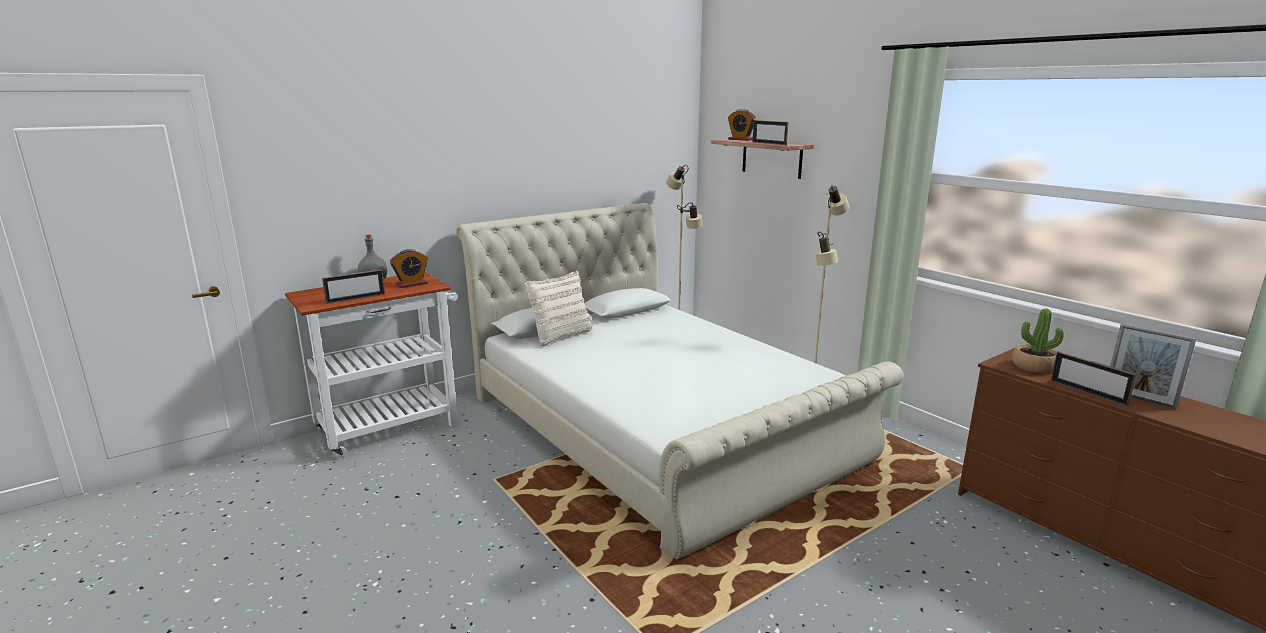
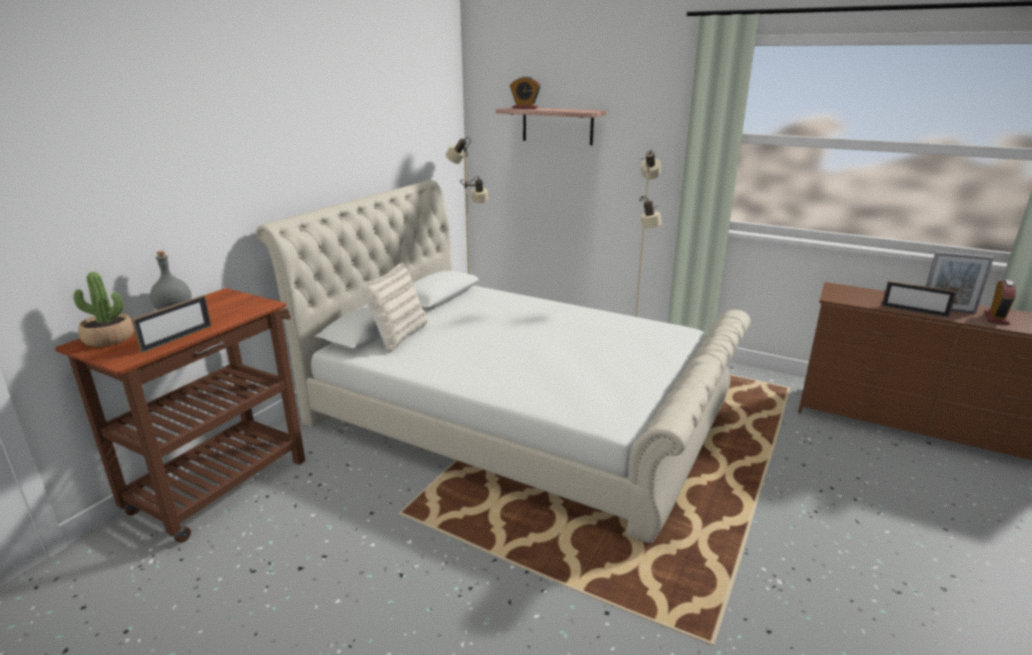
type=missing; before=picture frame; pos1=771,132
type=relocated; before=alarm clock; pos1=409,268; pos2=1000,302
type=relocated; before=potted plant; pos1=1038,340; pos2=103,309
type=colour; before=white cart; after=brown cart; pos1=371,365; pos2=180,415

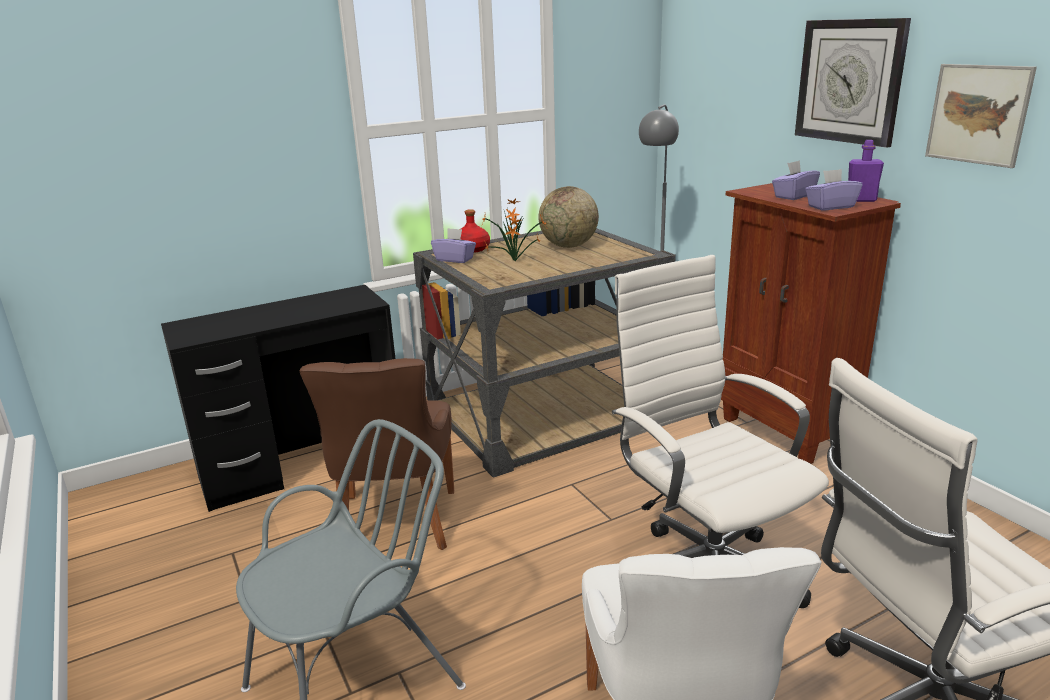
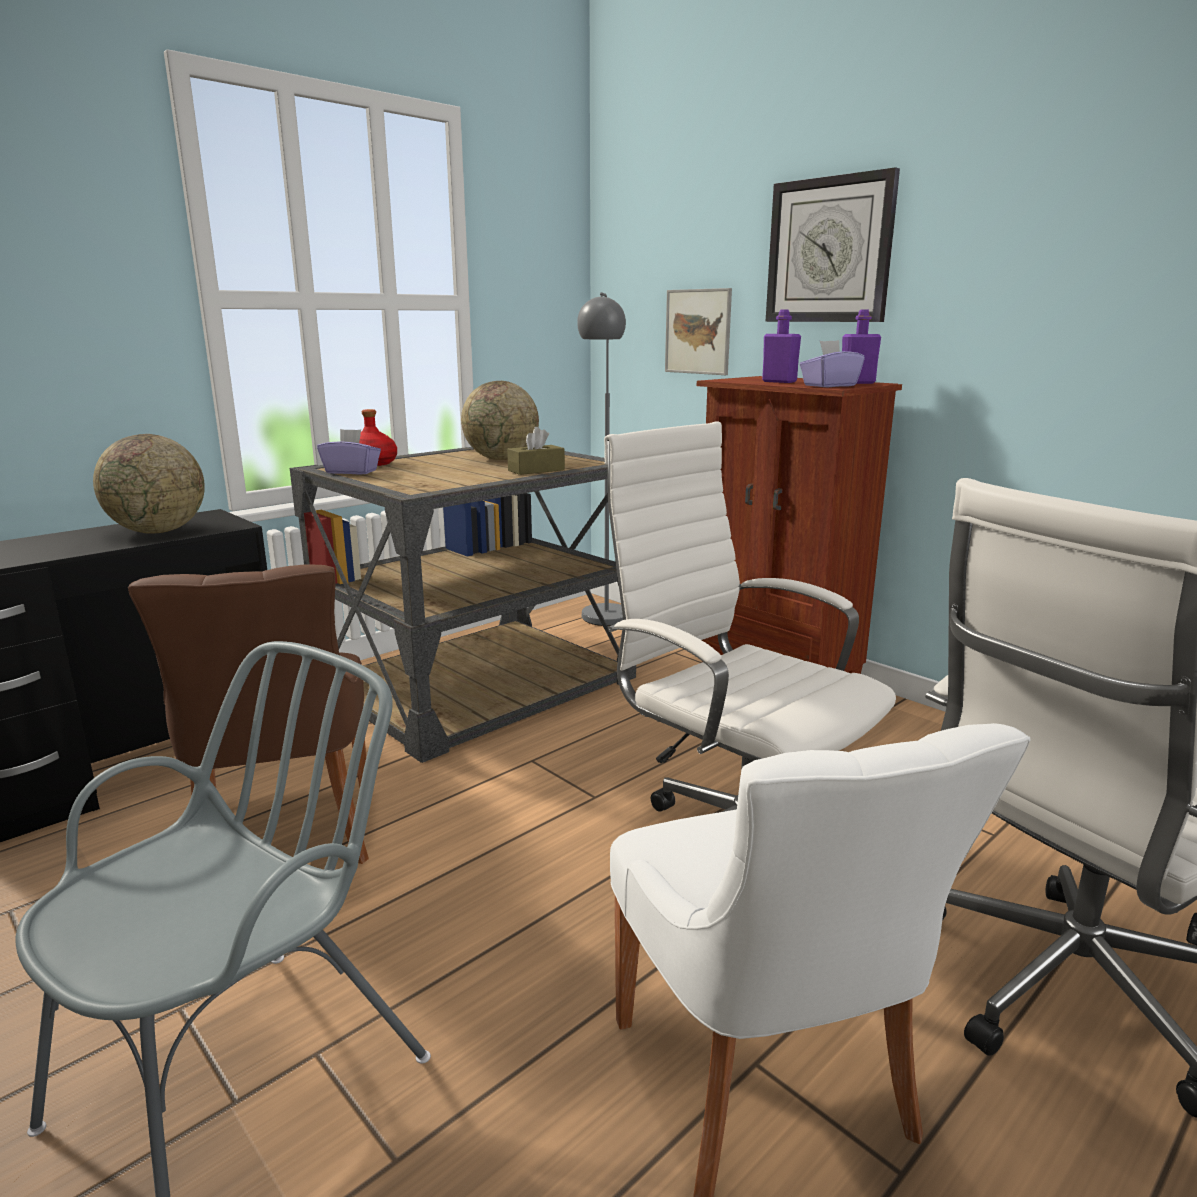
type=missing; before=potted plant; pos1=514,230
type=appeared; after=globe; pos2=149,484
type=appeared; after=brown tissue box; pos2=536,451
type=relocated; before=picture; pos1=981,116; pos2=698,331
type=exchanged; before=purple tissue box; after=purple bottle; pos1=796,180; pos2=781,346

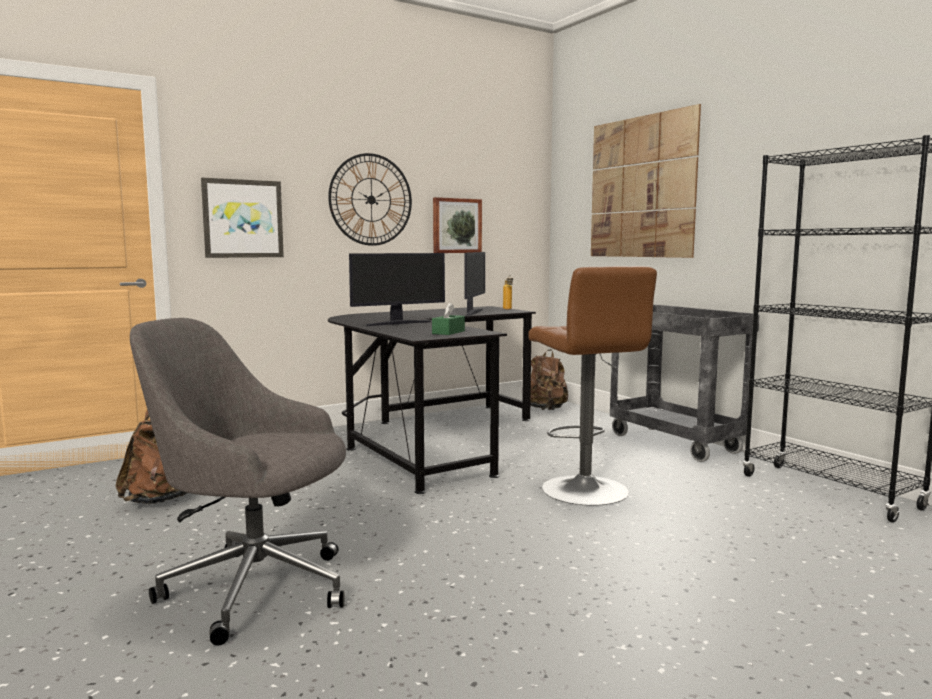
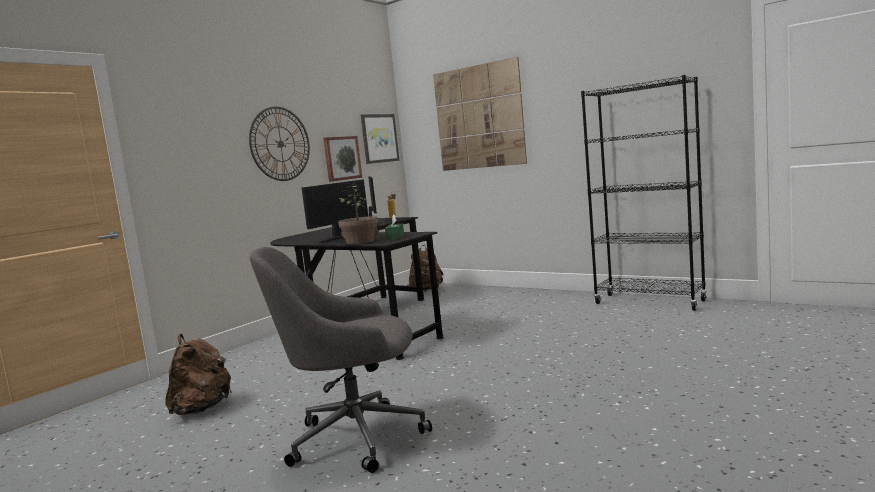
type=missing; before=brown stool; pos1=592,386
type=missing; before=grey cart; pos1=684,383
type=appeared; after=potted plant; pos2=358,214
type=relocated; before=picture; pos1=242,218; pos2=380,139

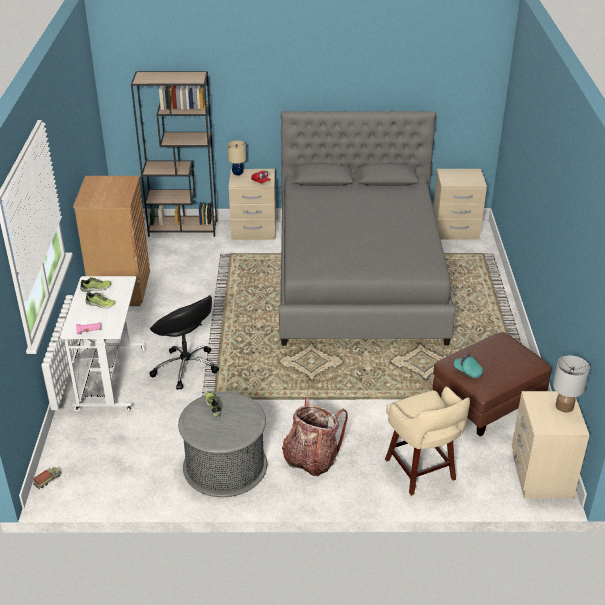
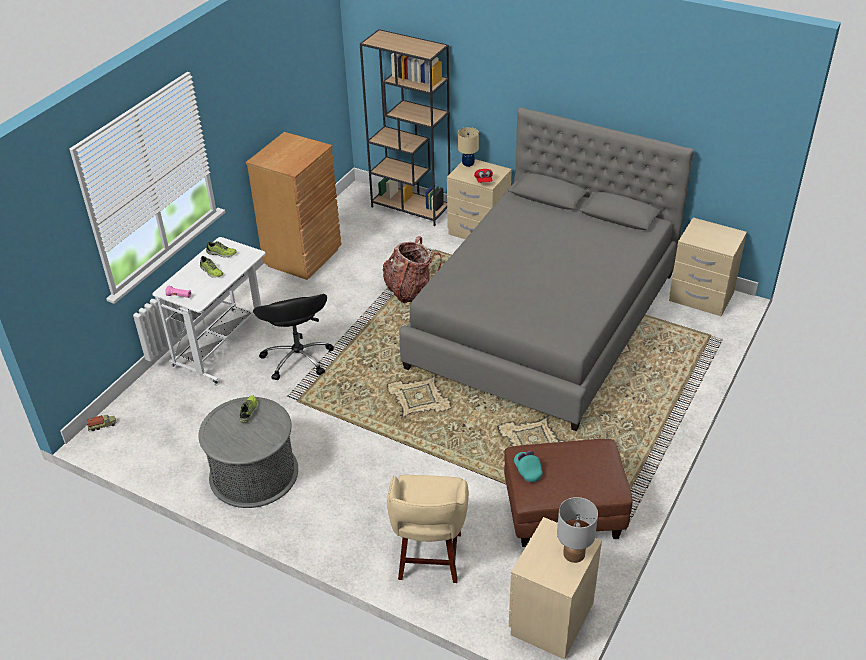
type=relocated; before=backpack; pos1=315,436; pos2=412,269

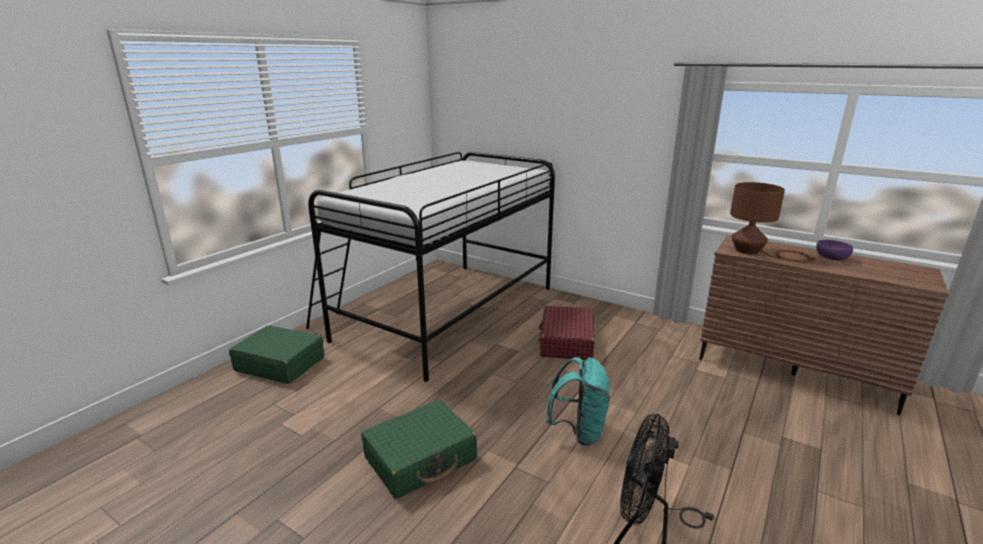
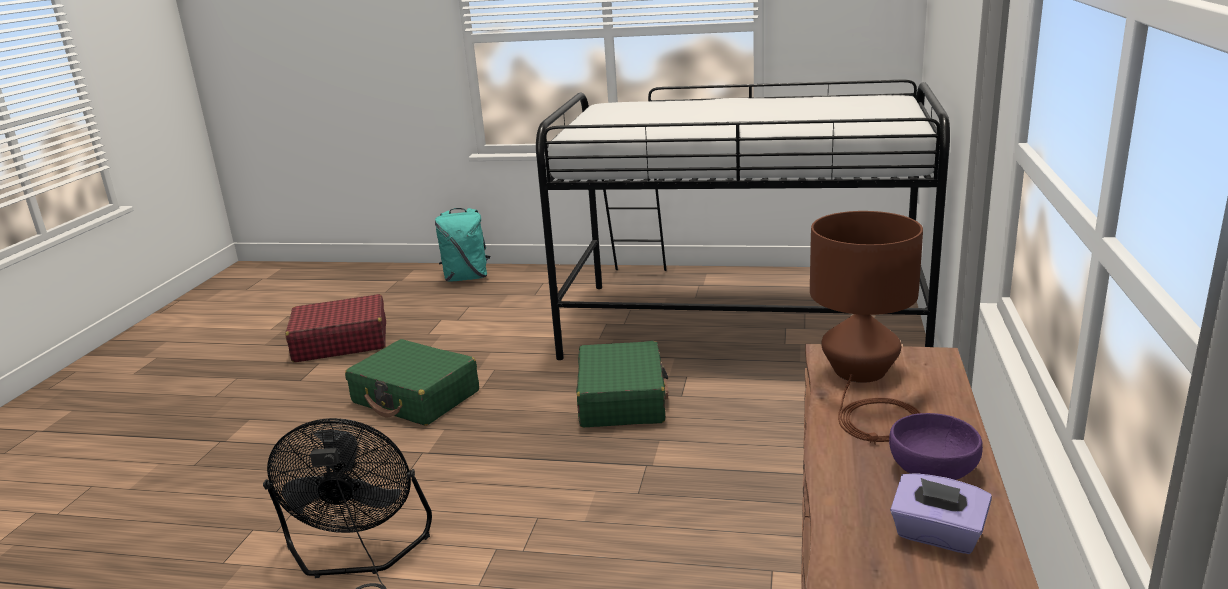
type=appeared; after=purple tissue box; pos2=941,513
type=relocated; before=green suitcase; pos1=276,354; pos2=622,384
type=relocated; before=red suitcase; pos1=566,333; pos2=335,328
type=relocated; before=turquoise backpack; pos1=578,401; pos2=462,245

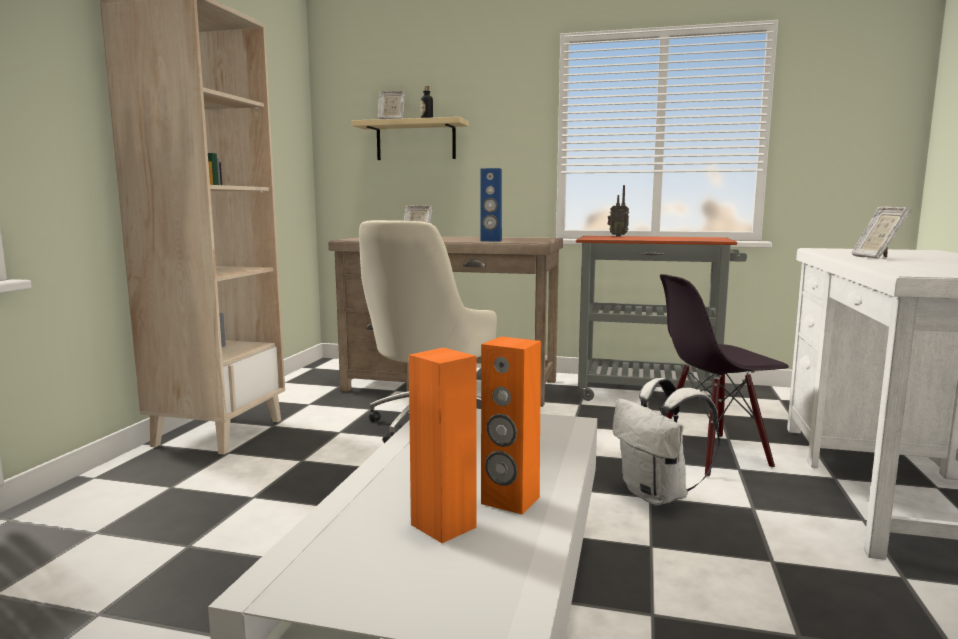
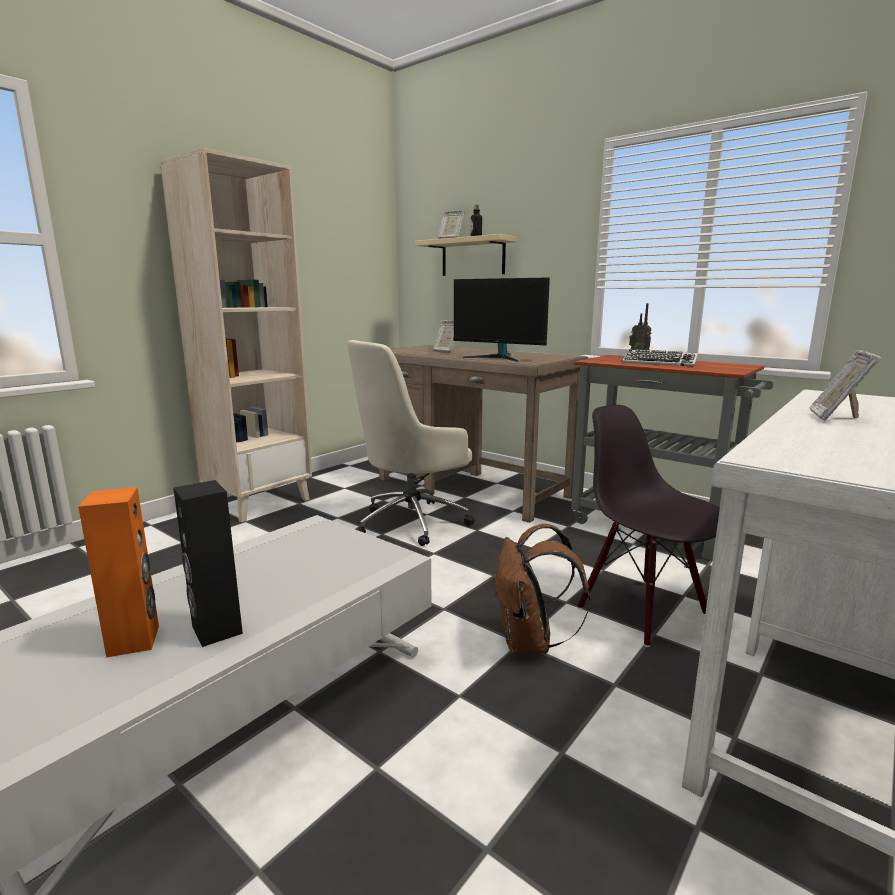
type=appeared; after=keyboard; pos2=660,357
type=exchanged; before=blue speaker; after=monitor; pos1=491,204; pos2=501,319
type=colour; before=orange speaker; after=black speaker; pos1=511,425; pos2=208,563
type=colour; before=white backpack; after=brown backpack; pos1=666,442; pos2=542,589
type=spun; before=black chair; pos1=724,376; pos2=648,526; turn=45

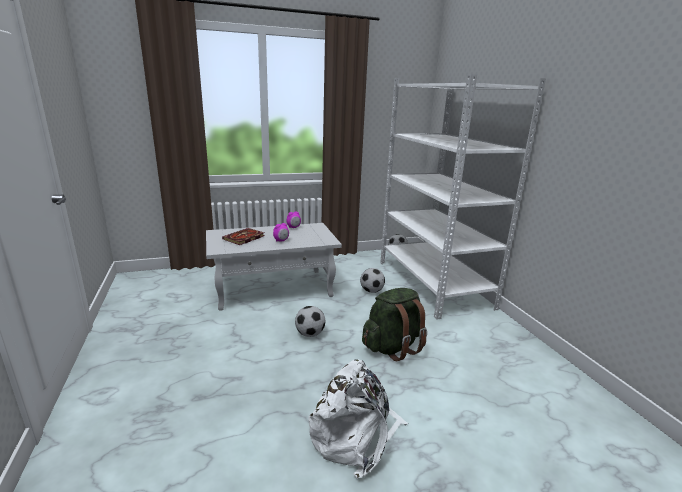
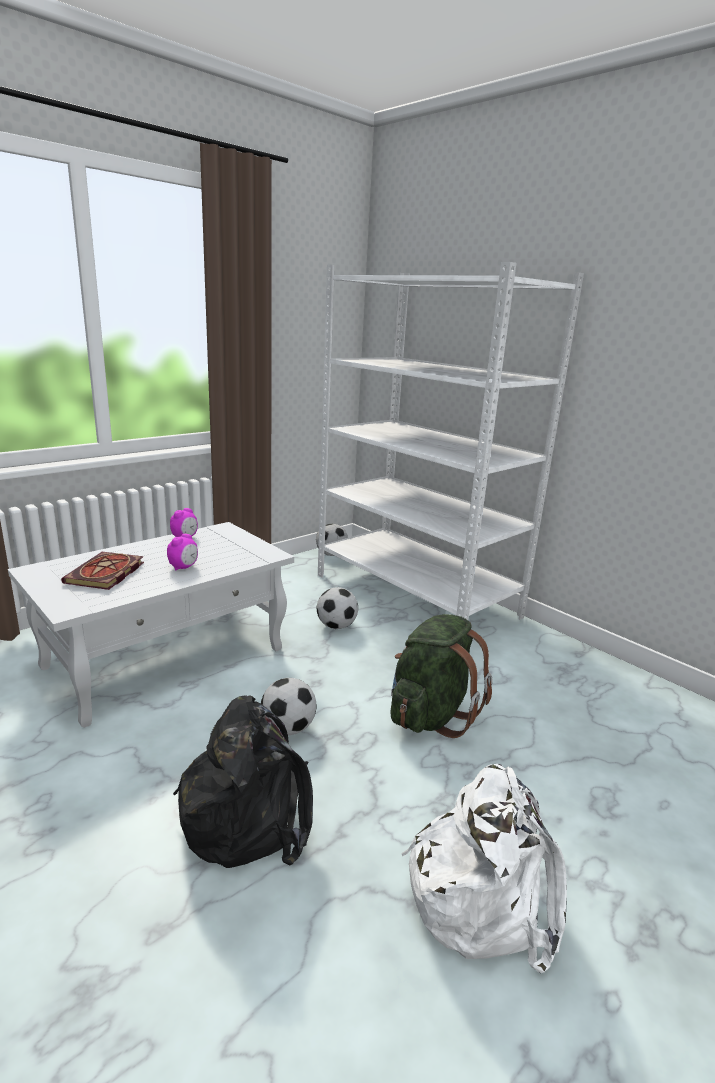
type=appeared; after=black backpack; pos2=243,781

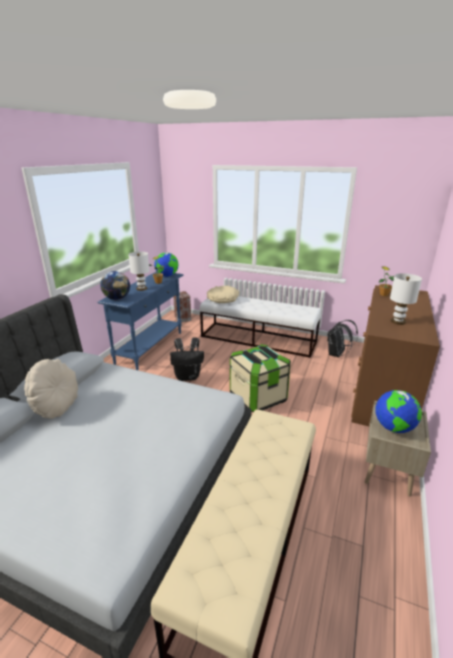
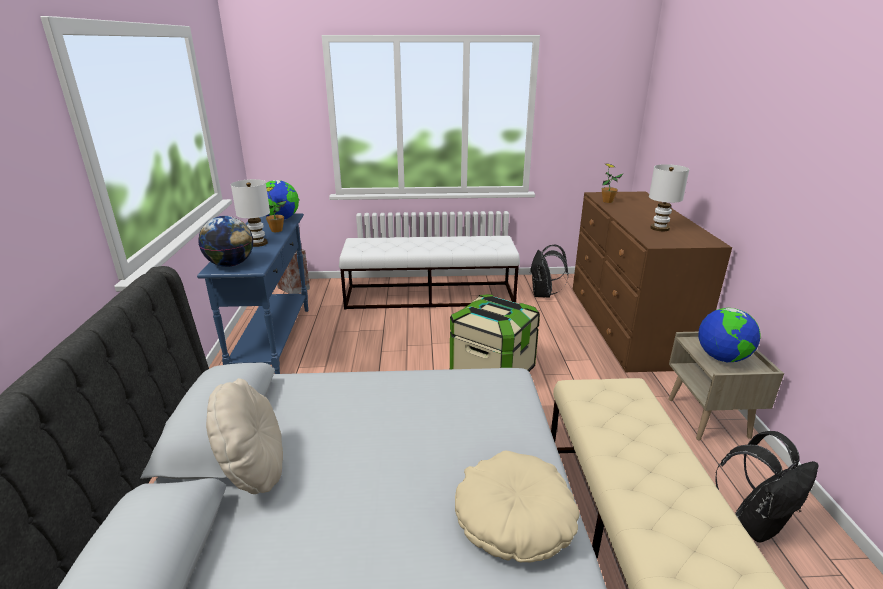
type=relocated; before=black backpack; pos1=187,359; pos2=767,486
type=relocated; before=beige pillow; pos1=223,294; pos2=517,506

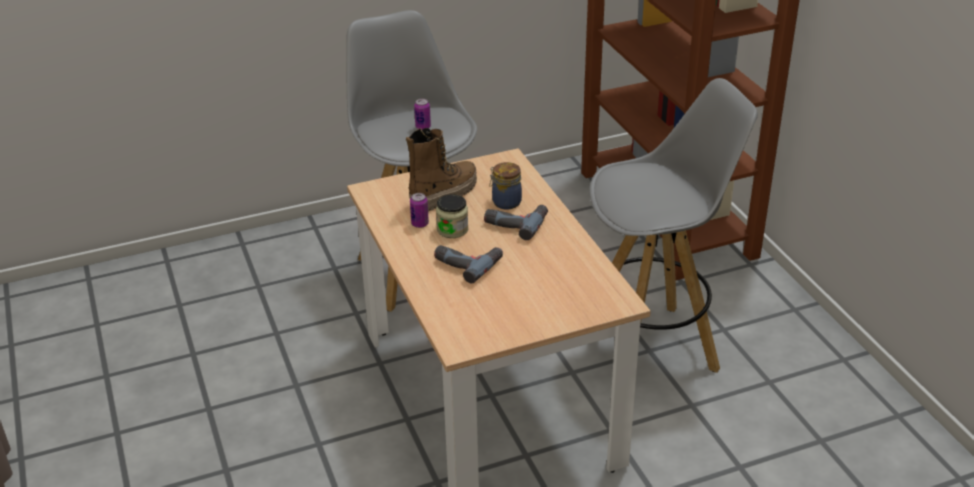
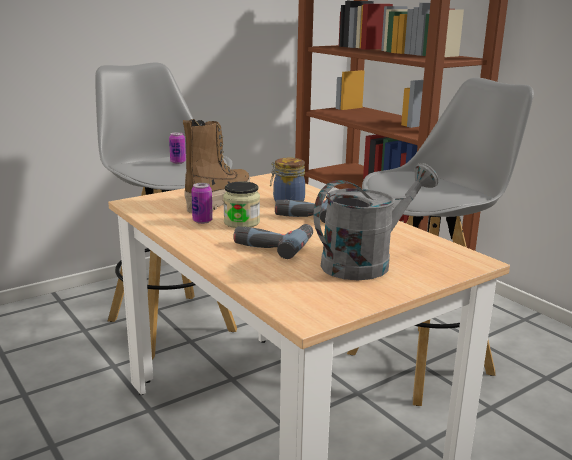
type=appeared; after=grey watering can; pos2=375,221

